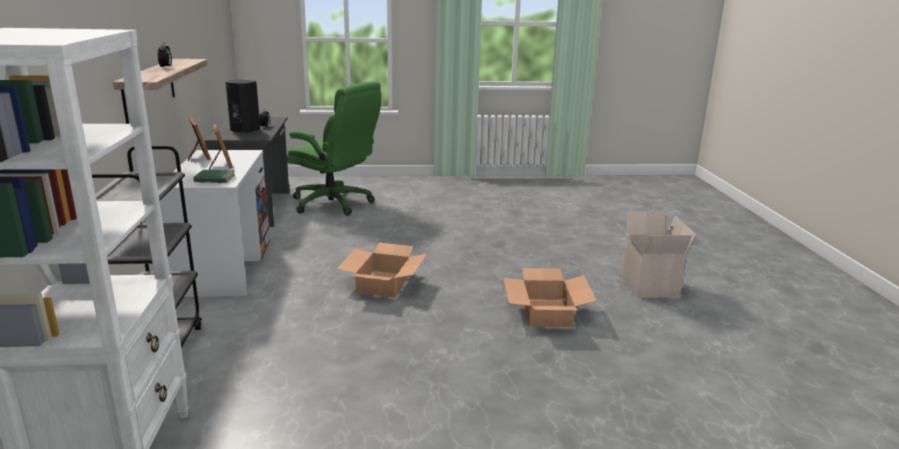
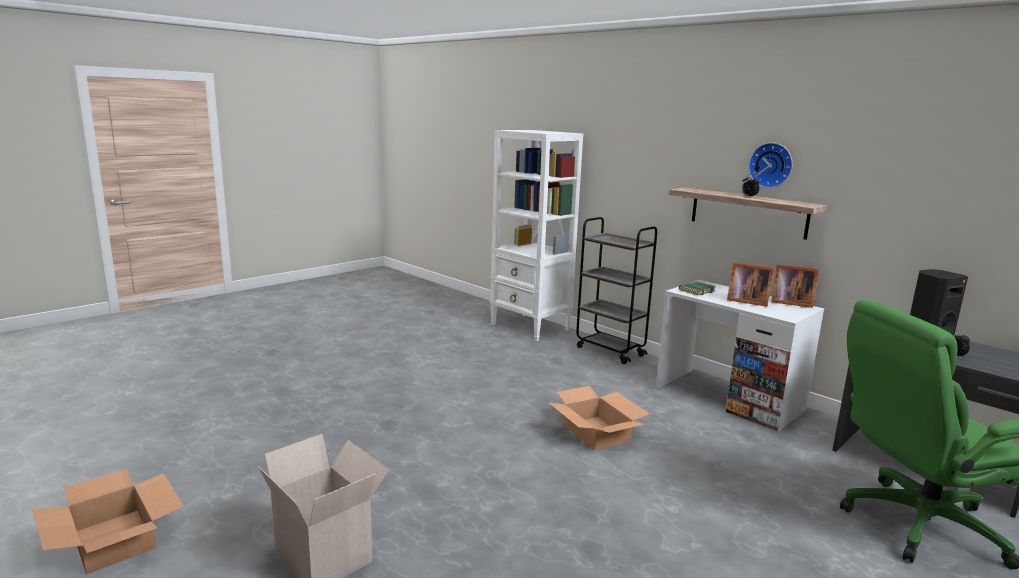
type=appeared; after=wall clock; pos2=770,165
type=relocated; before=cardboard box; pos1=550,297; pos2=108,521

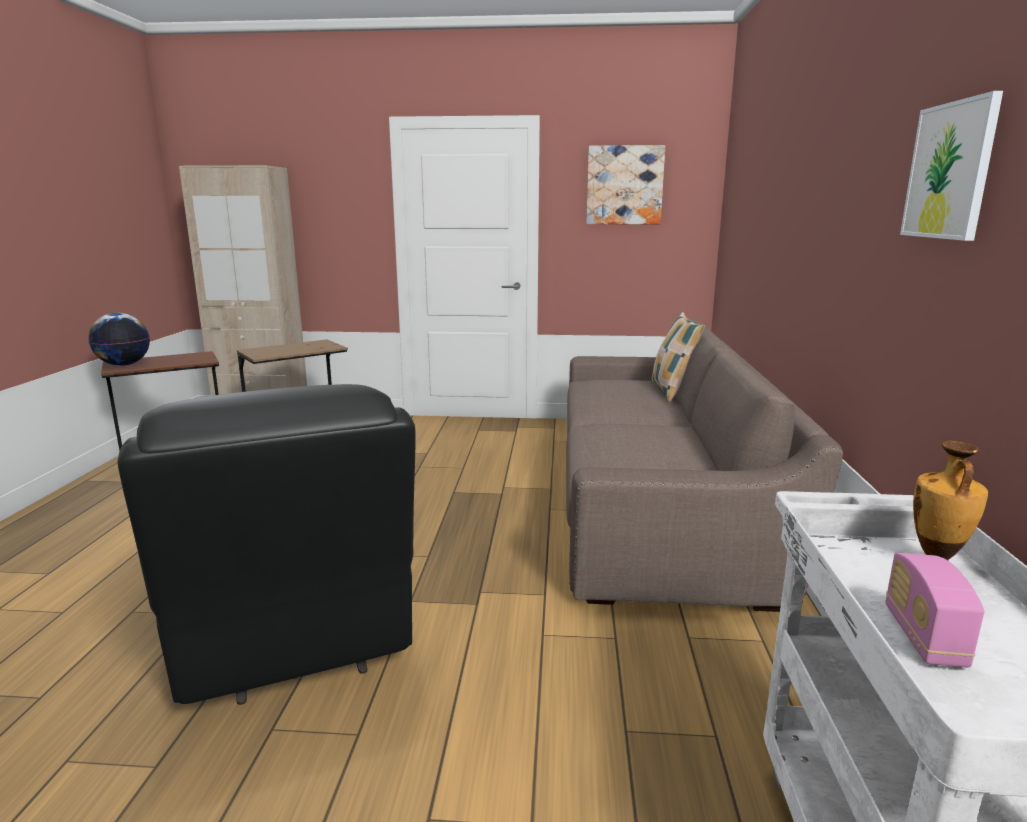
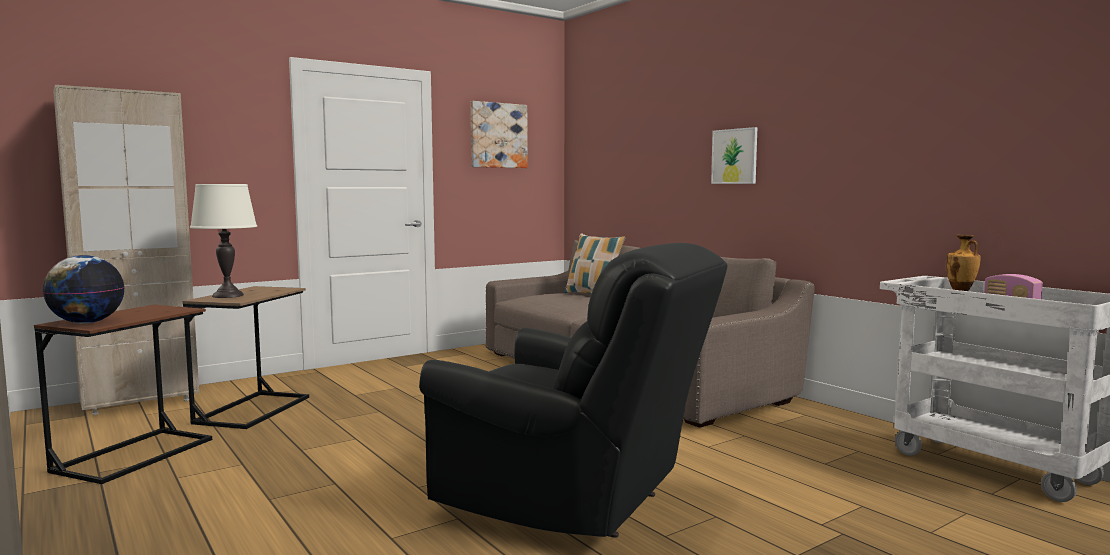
type=appeared; after=white table lamp; pos2=223,241
type=relocated; before=picture; pos1=951,166; pos2=734,155

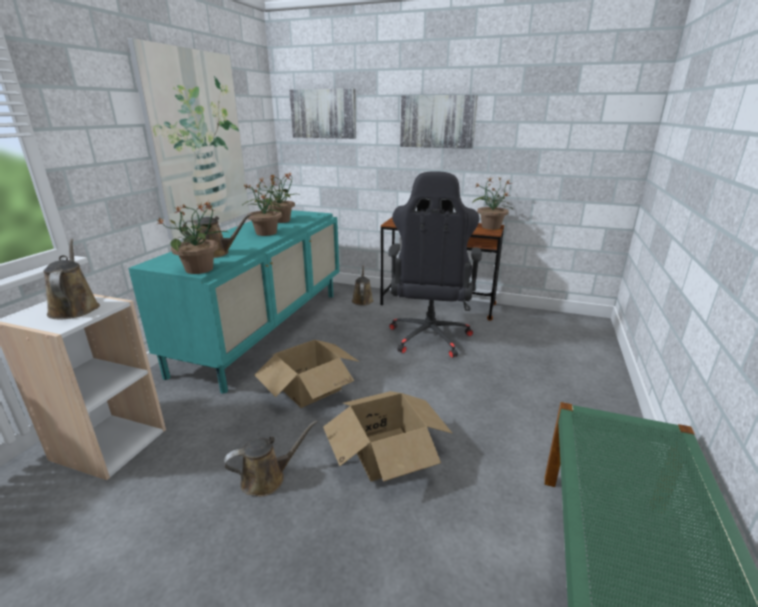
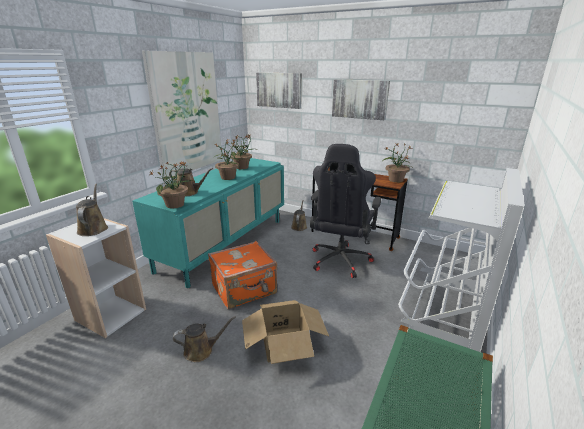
type=appeared; after=white shoe rack; pos2=461,260
type=exchanged; before=cardboard box; after=orange suitcase; pos1=307,374; pos2=242,275

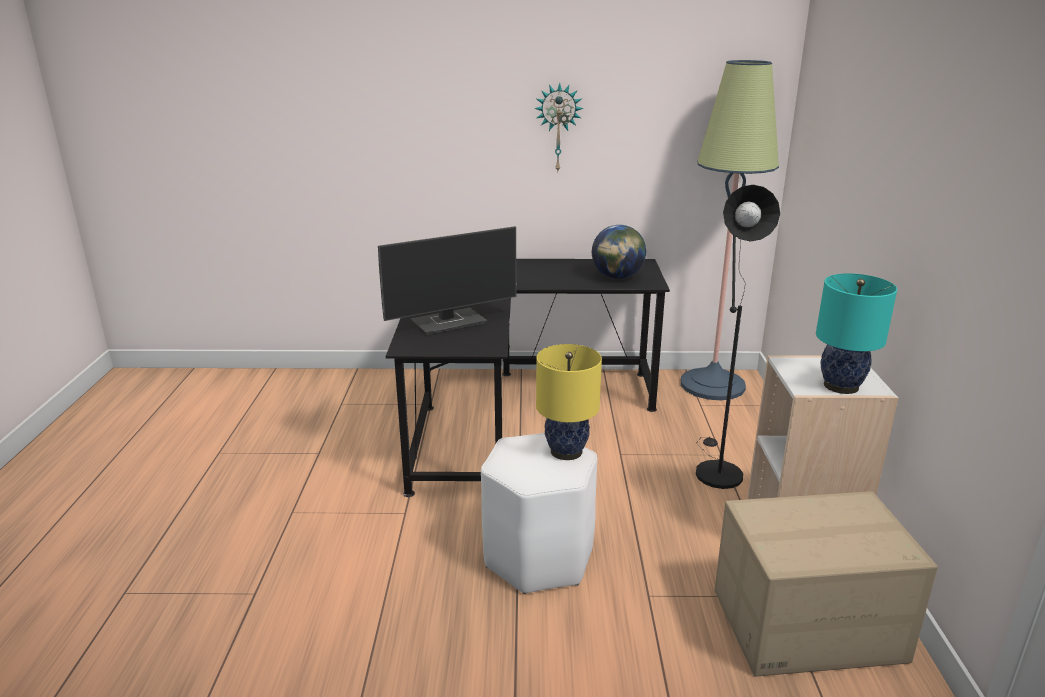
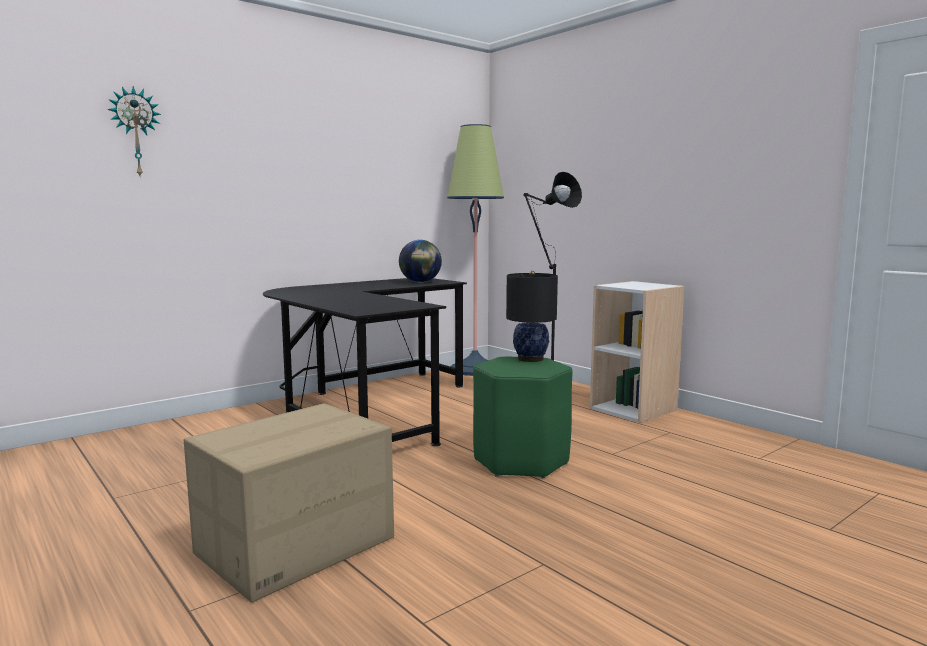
type=missing; before=monitor; pos1=447,280
type=missing; before=turquoise table lamp; pos1=856,333
type=relocated; before=wall clock; pos1=559,127; pos2=134,131
type=relocated; before=cardboard box; pos1=826,584; pos2=289,503
type=colour; before=white stool; after=green stool; pos1=539,513; pos2=523,417
type=colour; before=yellow table lamp; after=black table lamp; pos1=569,402; pos2=532,316

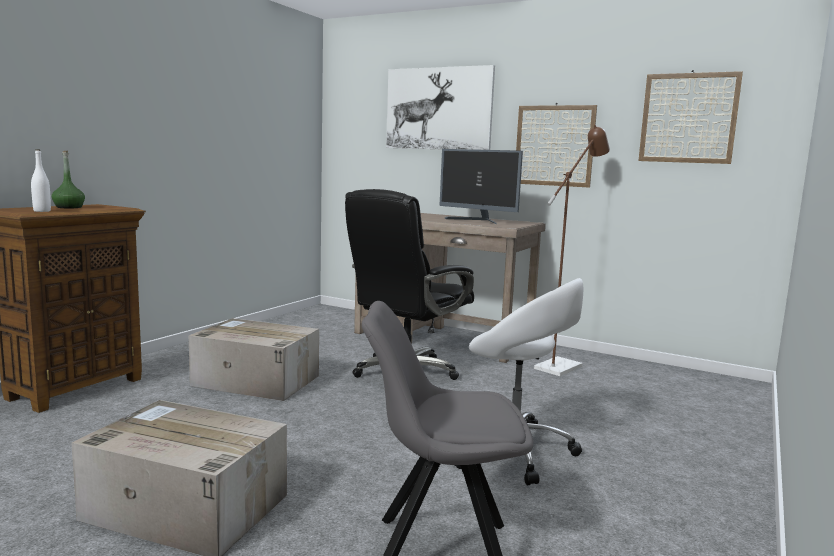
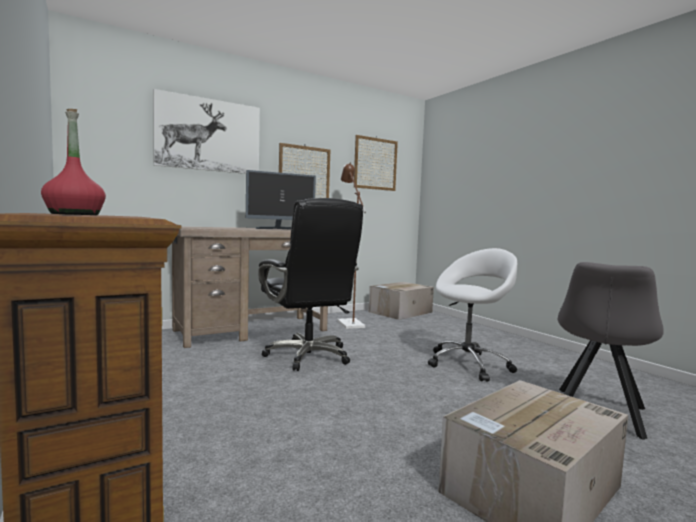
type=missing; before=white bottle; pos1=41,180
type=relocated; before=cardboard box; pos1=254,359; pos2=401,301
type=colour; before=green bottle; after=red bottle; pos1=68,179; pos2=73,162

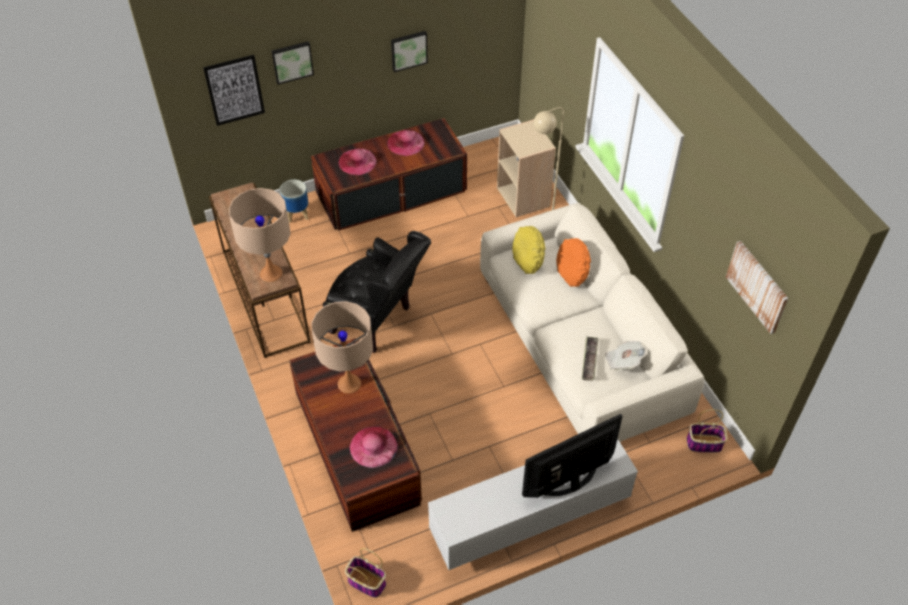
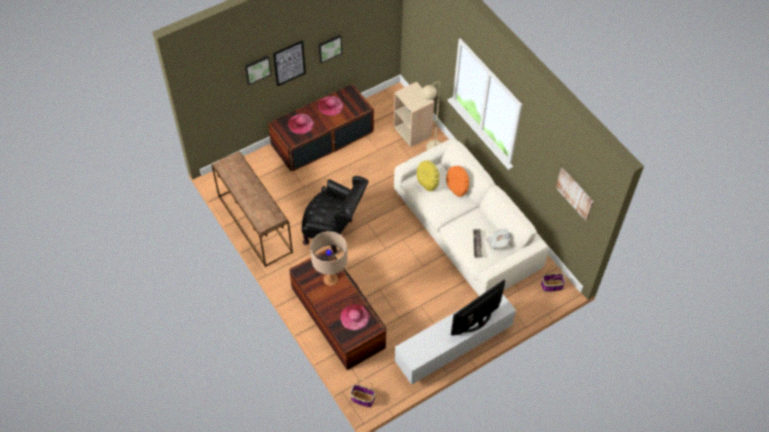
type=missing; before=beige table lamp; pos1=260,235
type=missing; before=planter; pos1=294,201
type=relocated; before=picture; pos1=234,90; pos2=289,63

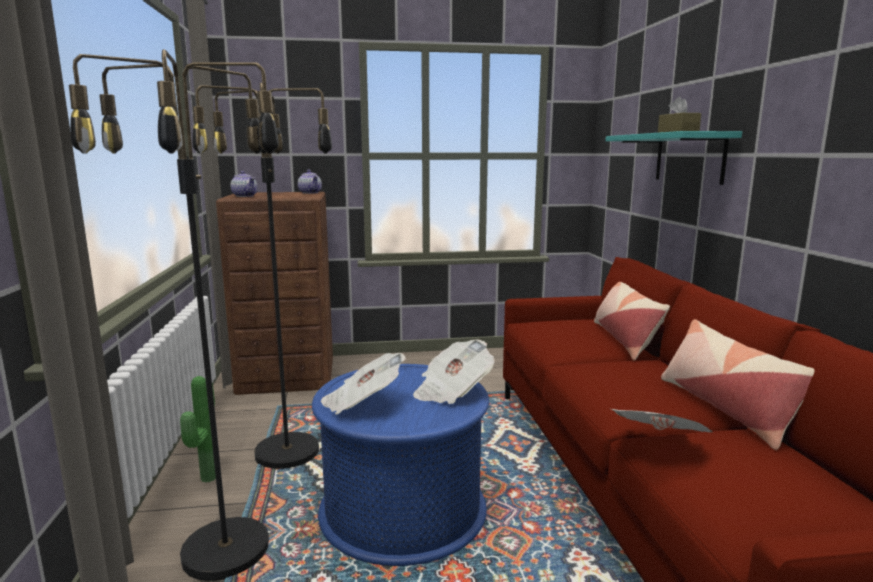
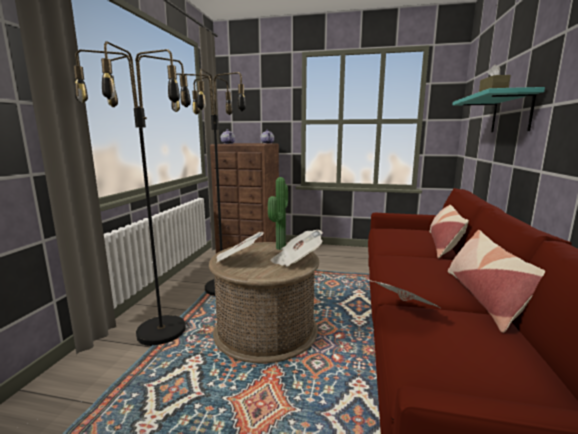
type=relocated; before=potted plant; pos1=198,429; pos2=278,213
type=colour; before=blue coffee table; after=brown coffee table; pos1=400,465; pos2=264,302

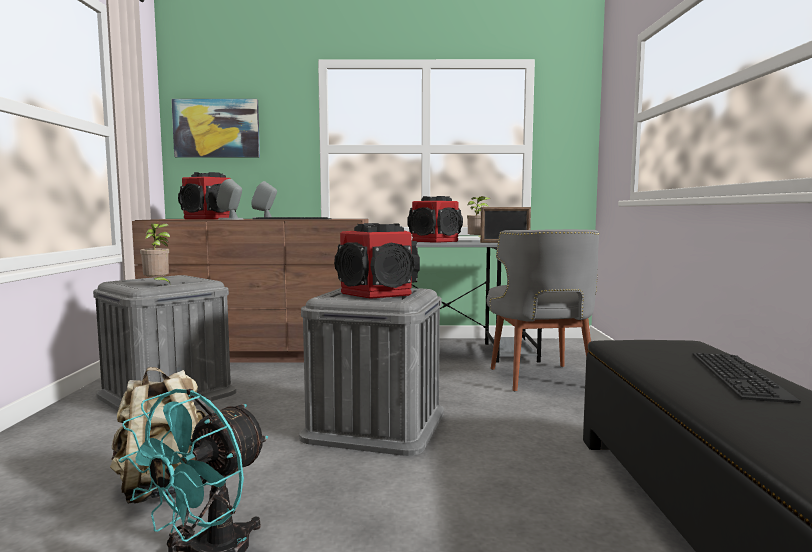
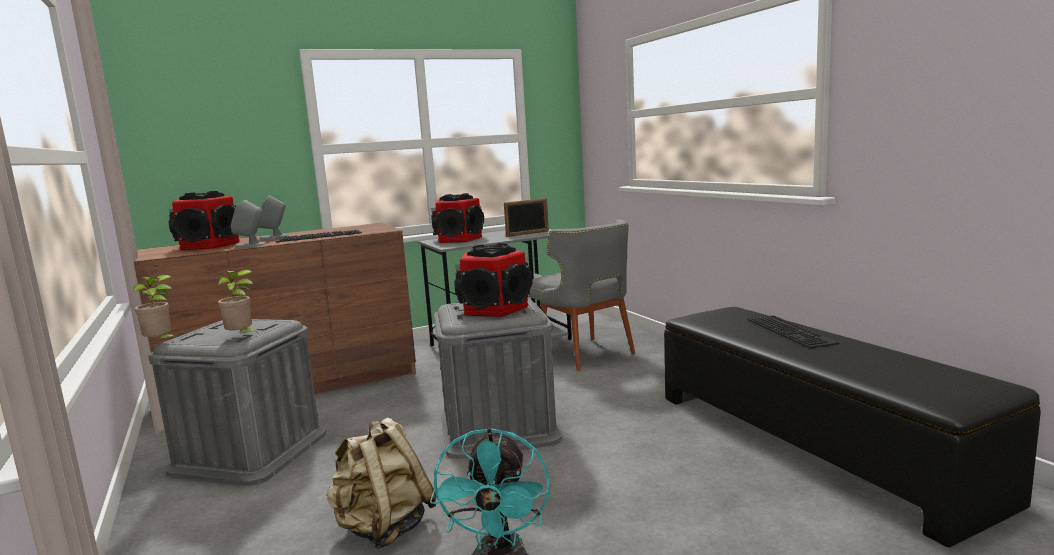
type=missing; before=picture; pos1=215,128
type=relocated; before=potted plant; pos1=479,216; pos2=155,306

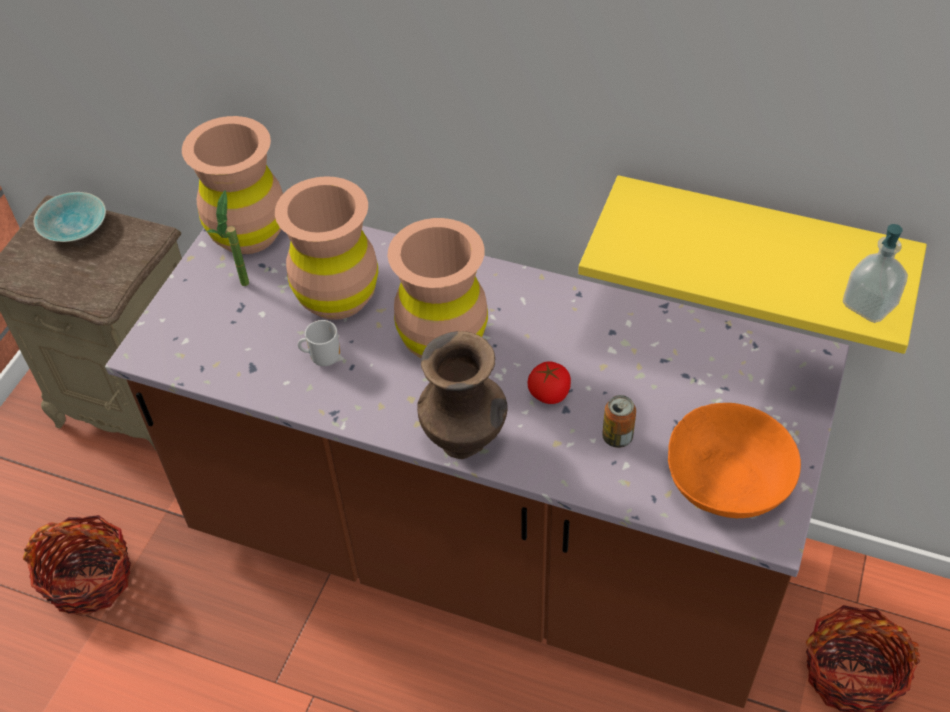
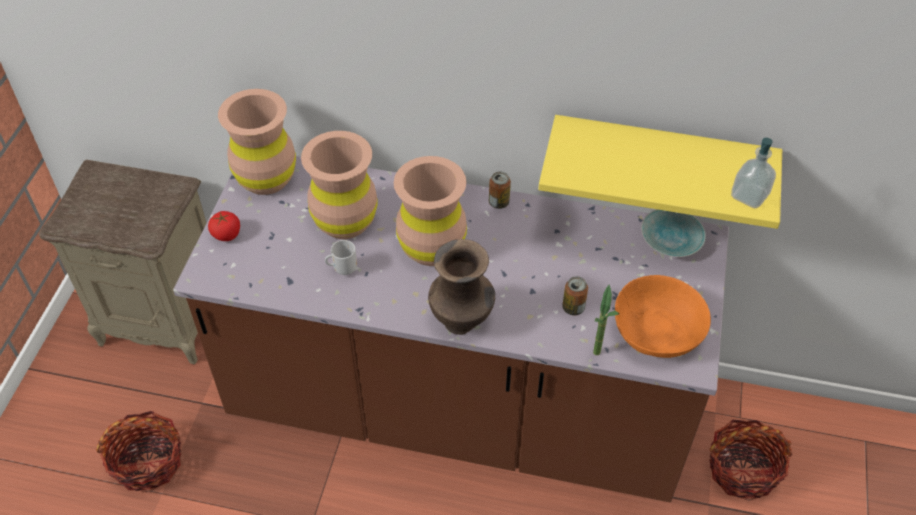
type=appeared; after=can; pos2=500,190
type=relocated; before=turquoise bowl; pos1=69,217; pos2=673,233
type=relocated; before=potted plant; pos1=227,238; pos2=606,320
type=relocated; before=tomato; pos1=549,382; pos2=224,226

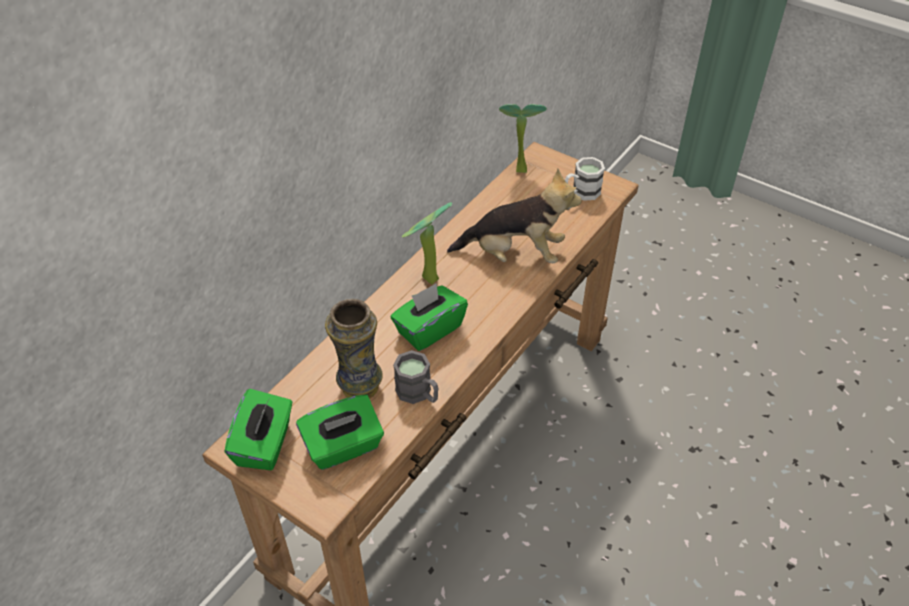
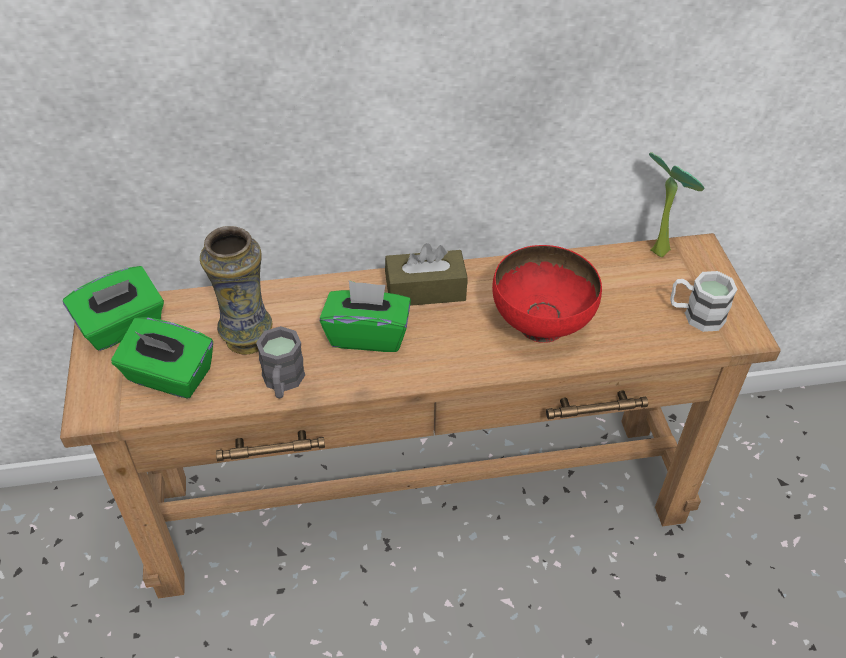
type=exchanged; before=potted plant; after=brown tissue box; pos1=427,243; pos2=426,274
type=exchanged; before=plush toy; after=red bowl; pos1=514,216; pos2=547,294

